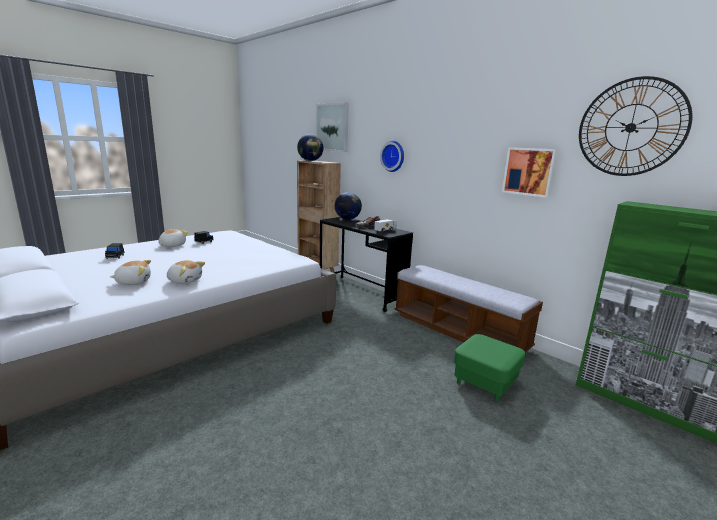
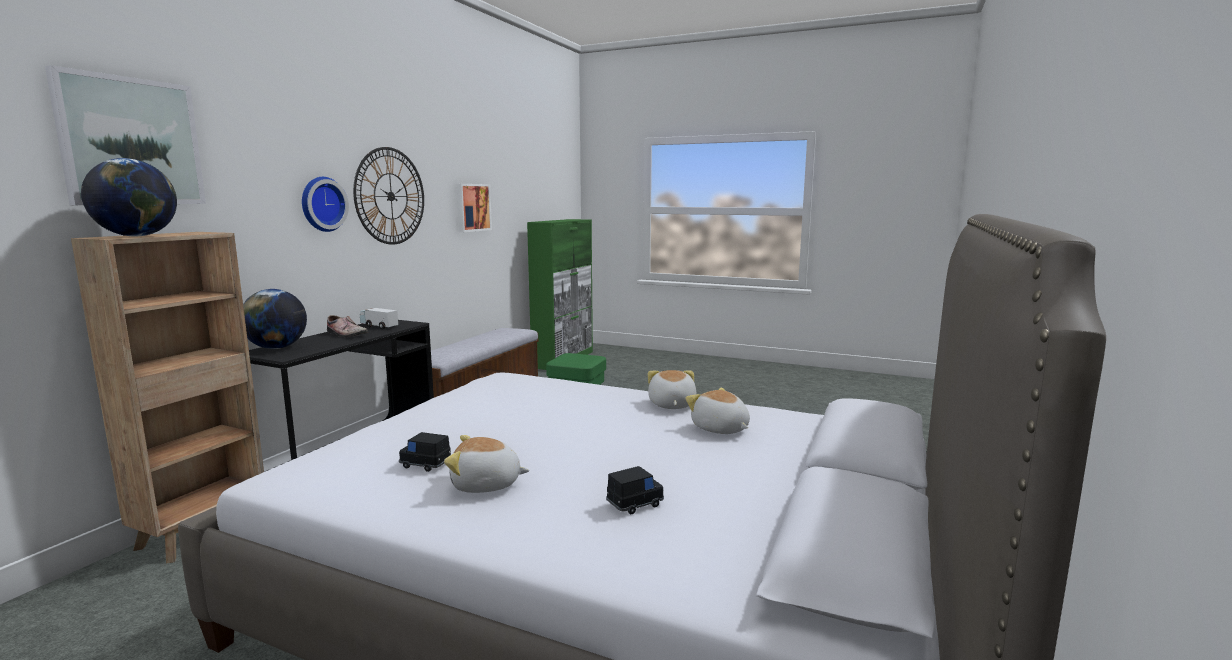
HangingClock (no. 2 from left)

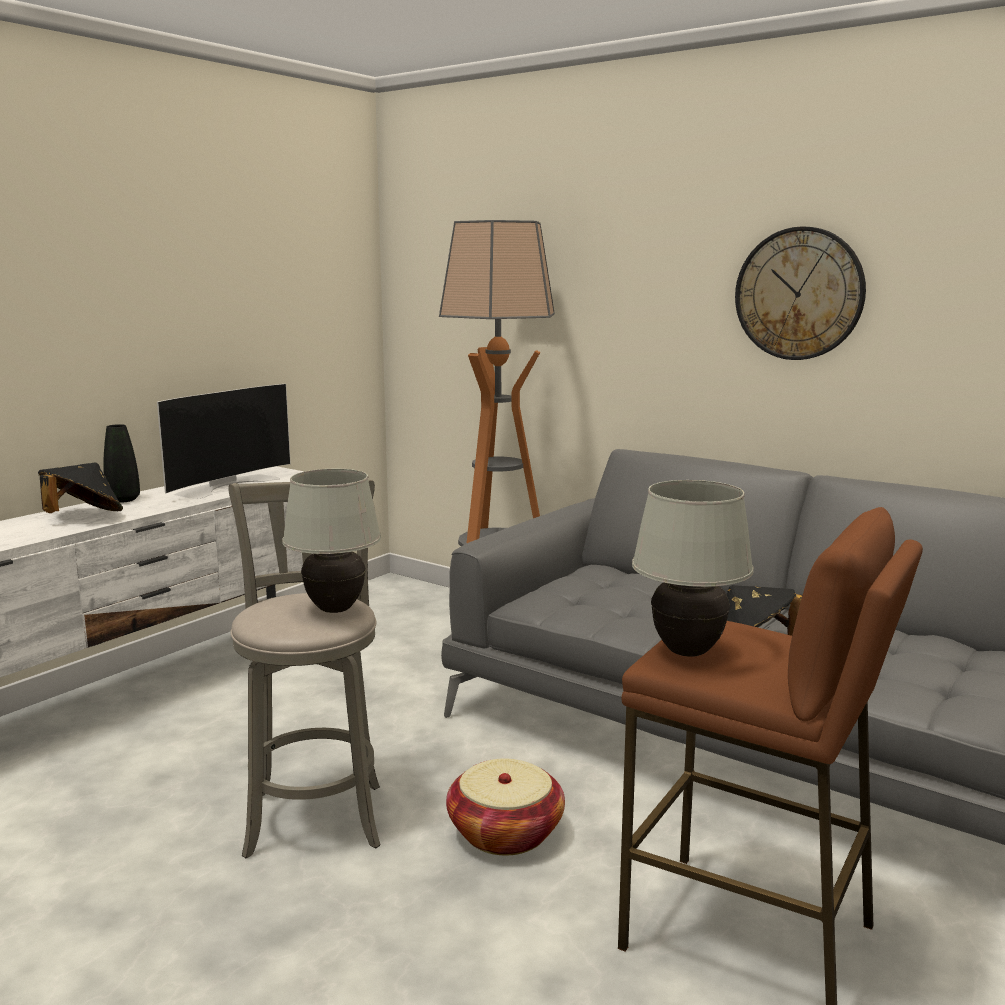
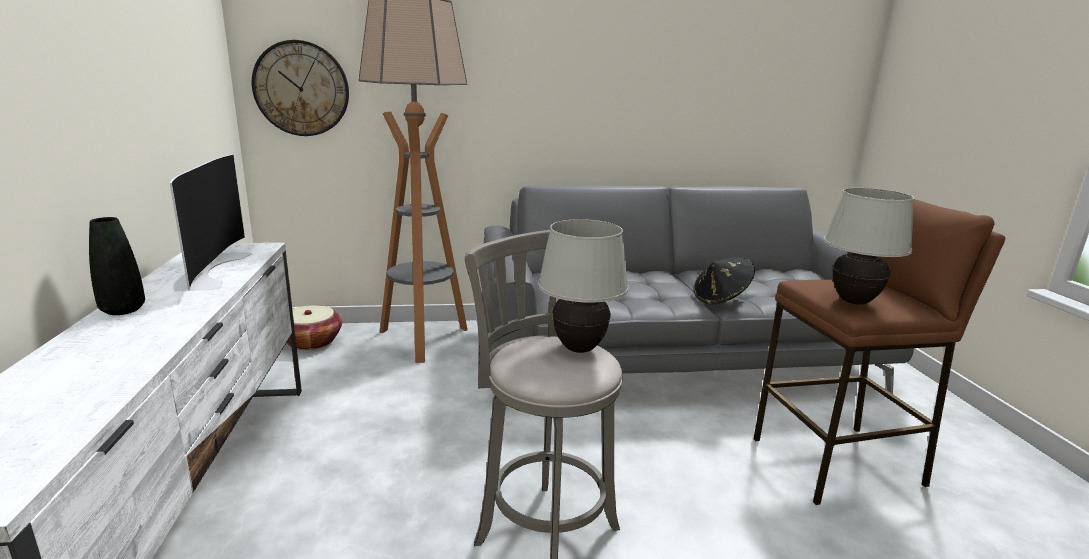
BlackColouredClothingHat (no. 1 from left in the first image); Basket; HangingClock

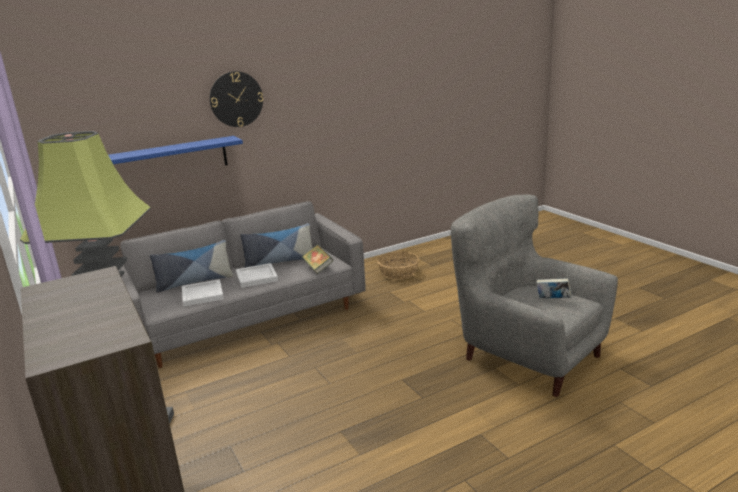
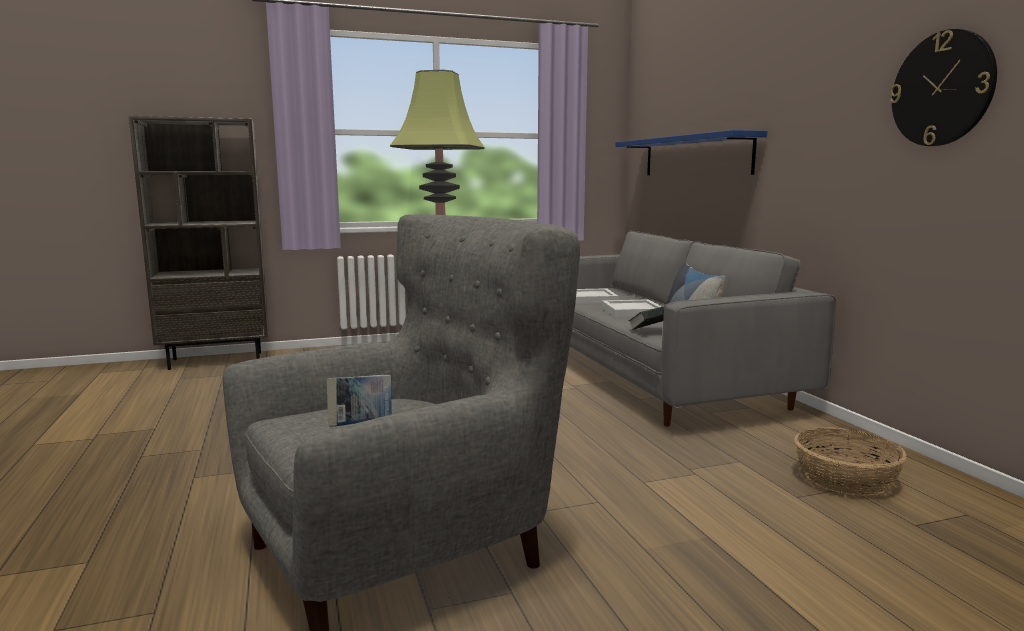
Cushion (no. 1 from left in the first image); HangingClock

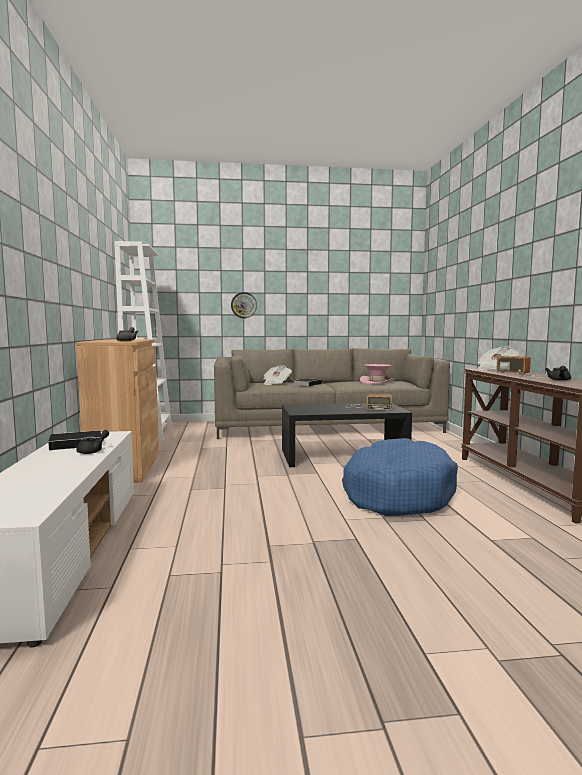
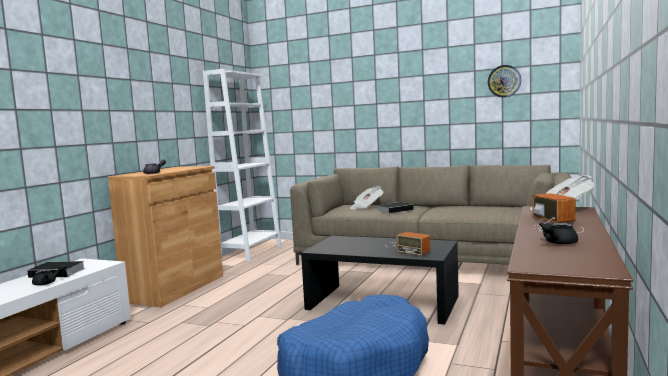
PinkClothingHat; HangingClock

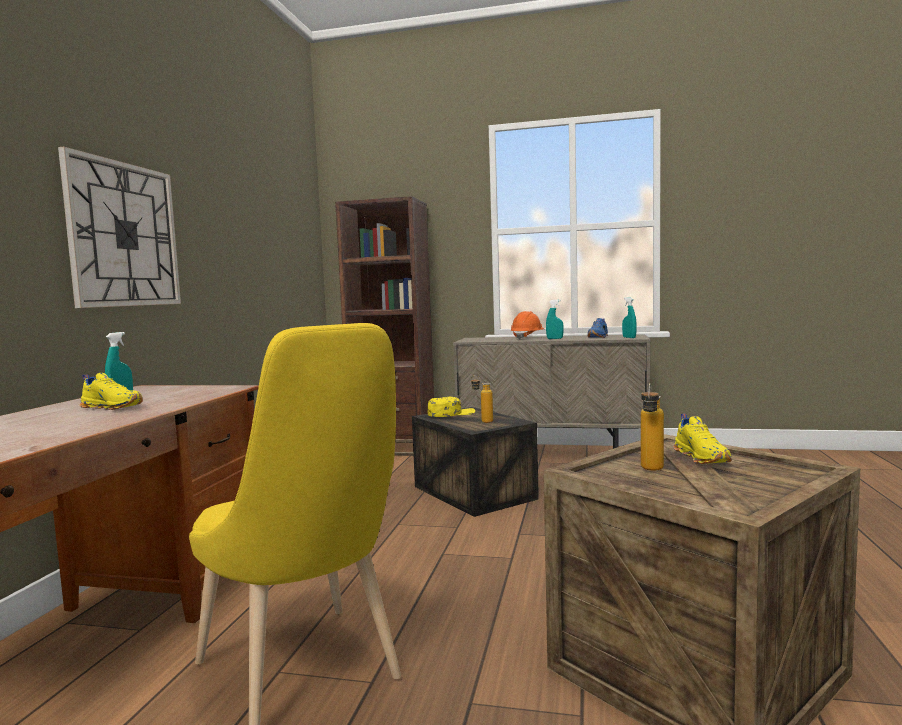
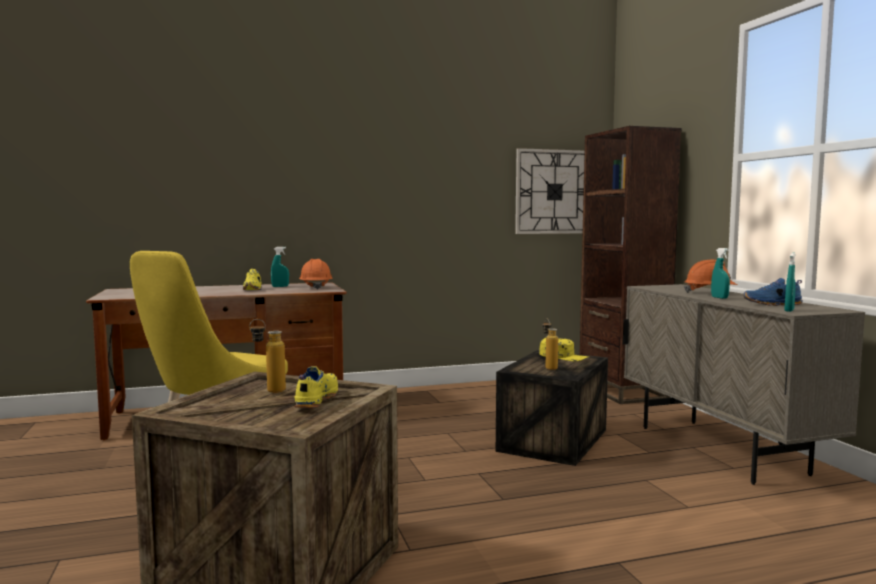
OrangeColouredWorkHelmet (no. 1 from left); HangingClock; YellowShoe (no. 2 from left)

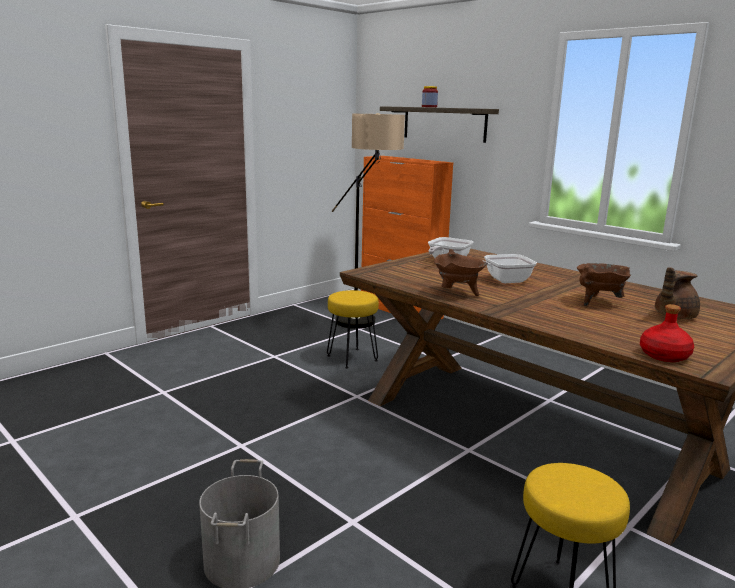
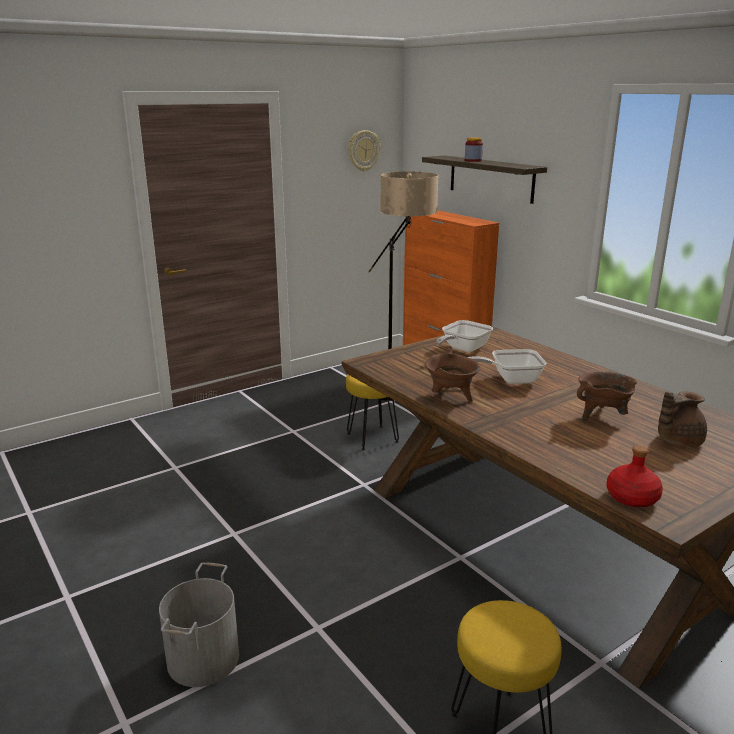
HangingClock

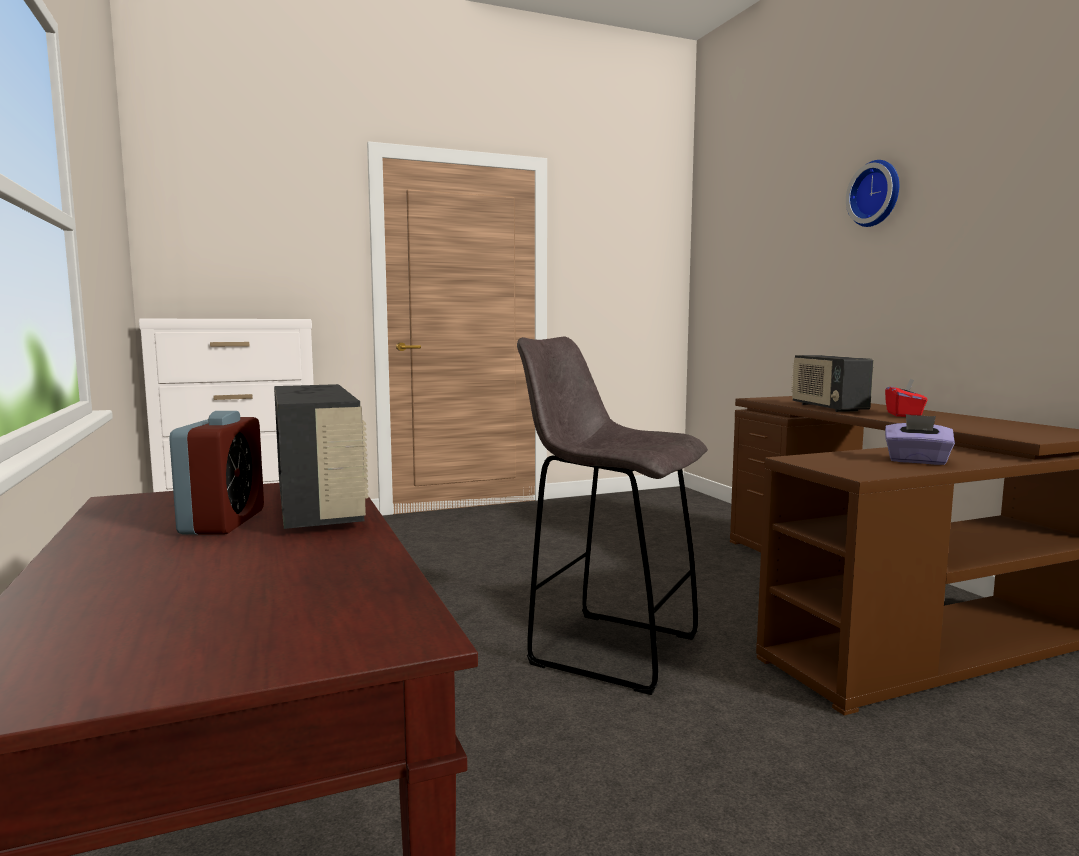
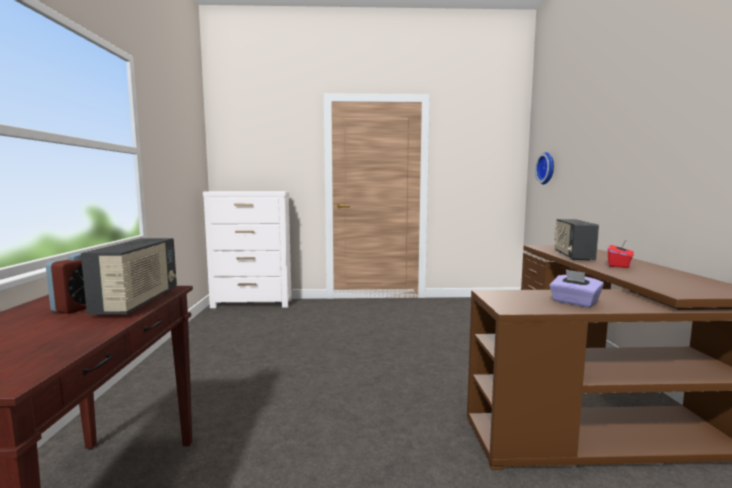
GreyStool; HangingClock

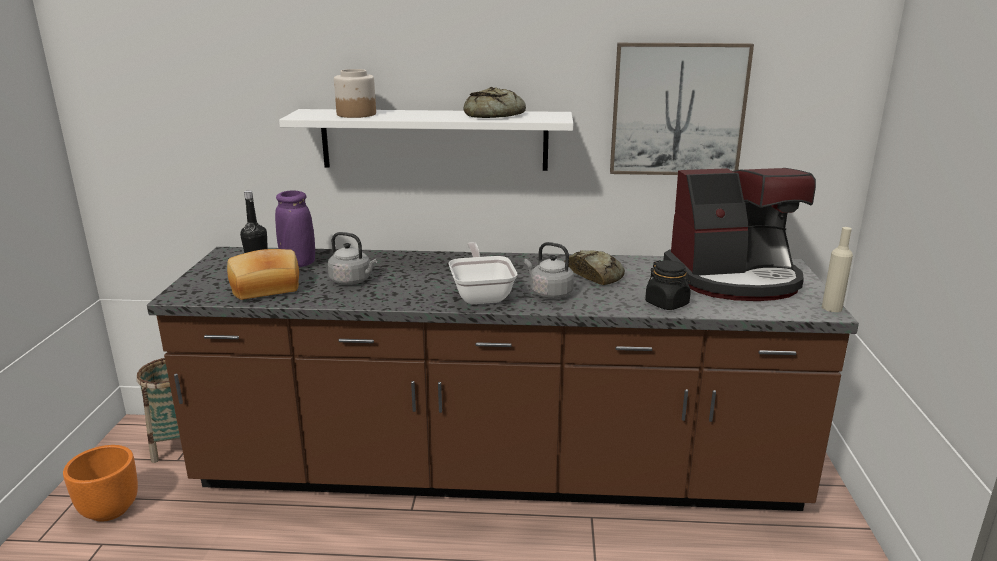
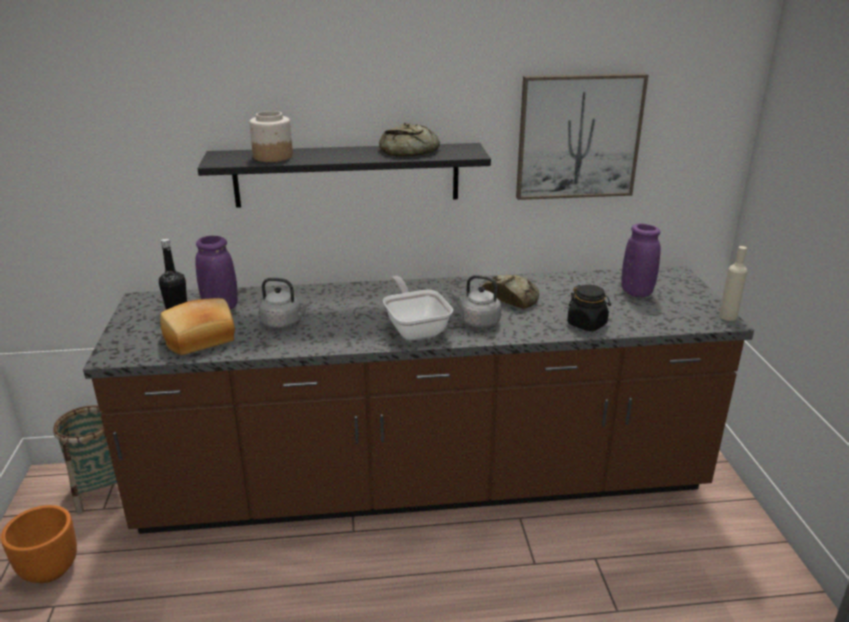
PurpleColouredDecorativeVase (no. 2 from left); BlackColouredShelf

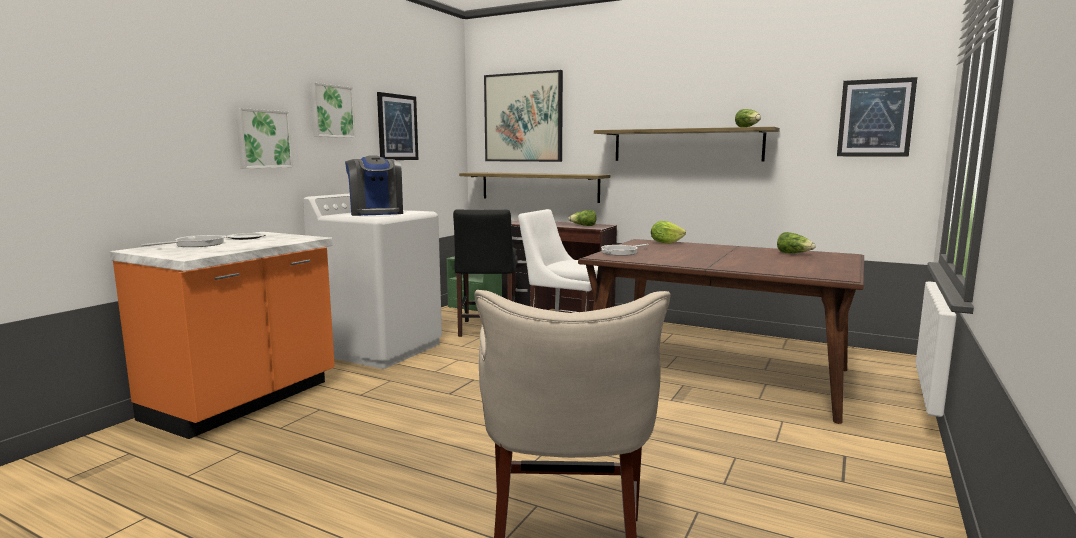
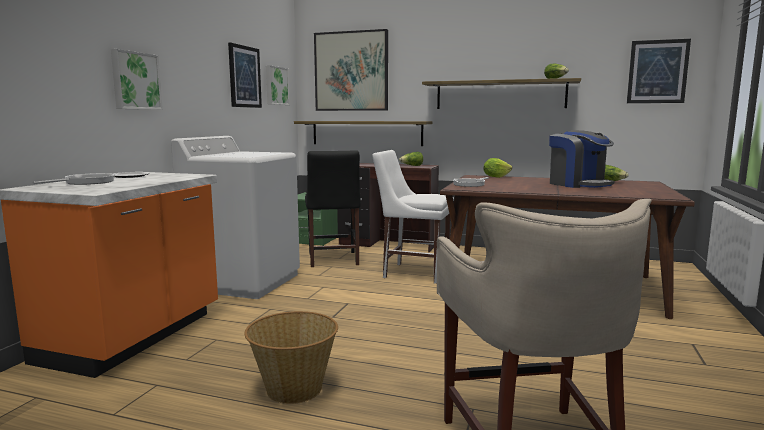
Basket; WallArt (no. 3 from left); CoffeeMaker

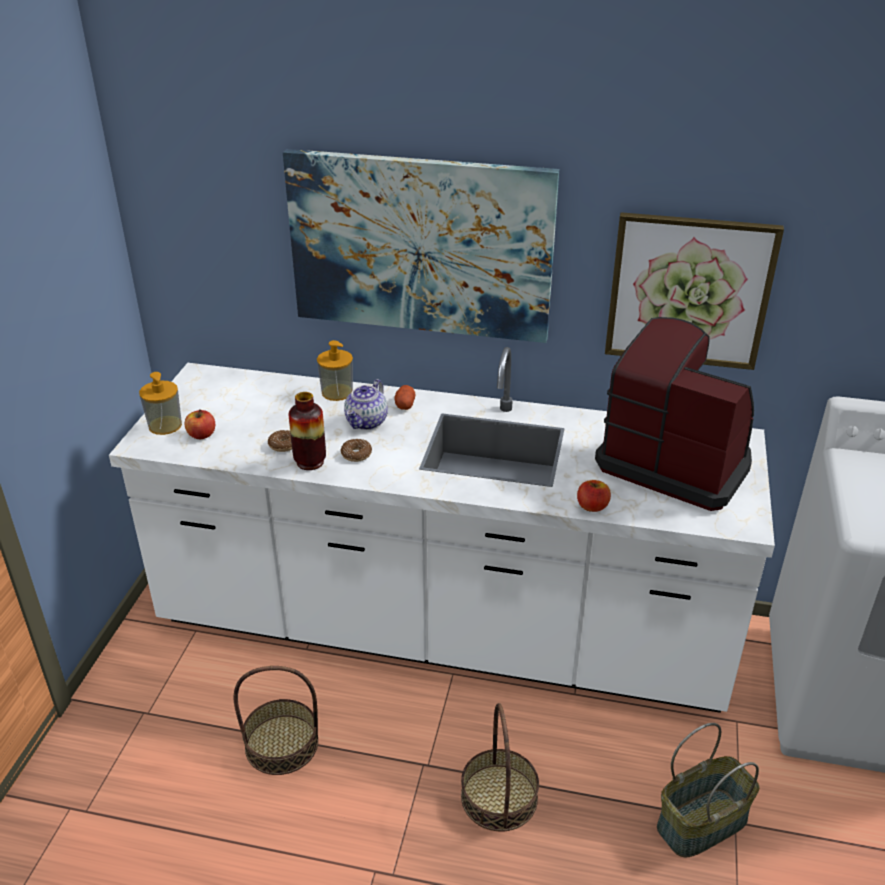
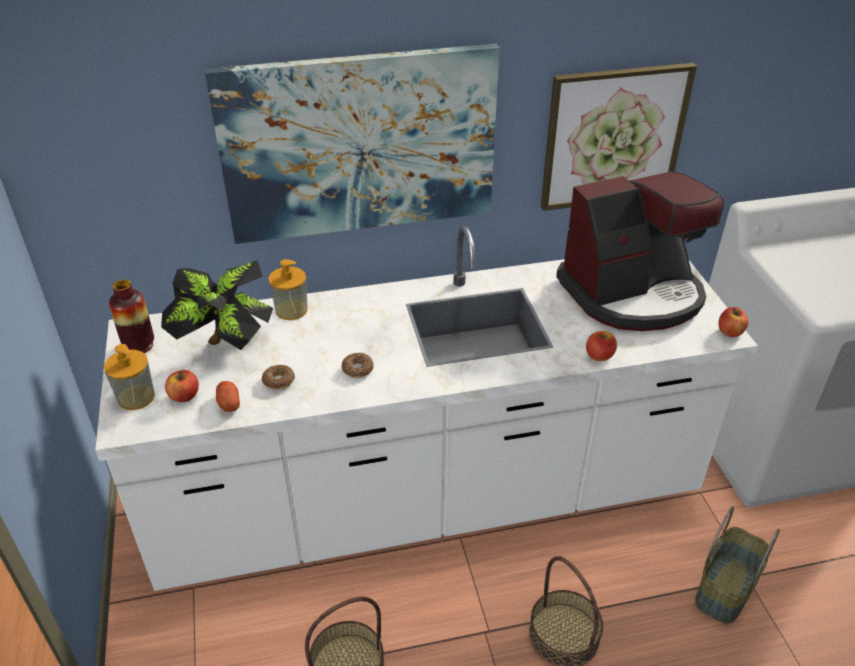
PotForTea; PlantInAPot; AppleFruit (no. 3 from left); DecorativeVase; Spud; CoffeeMaker

